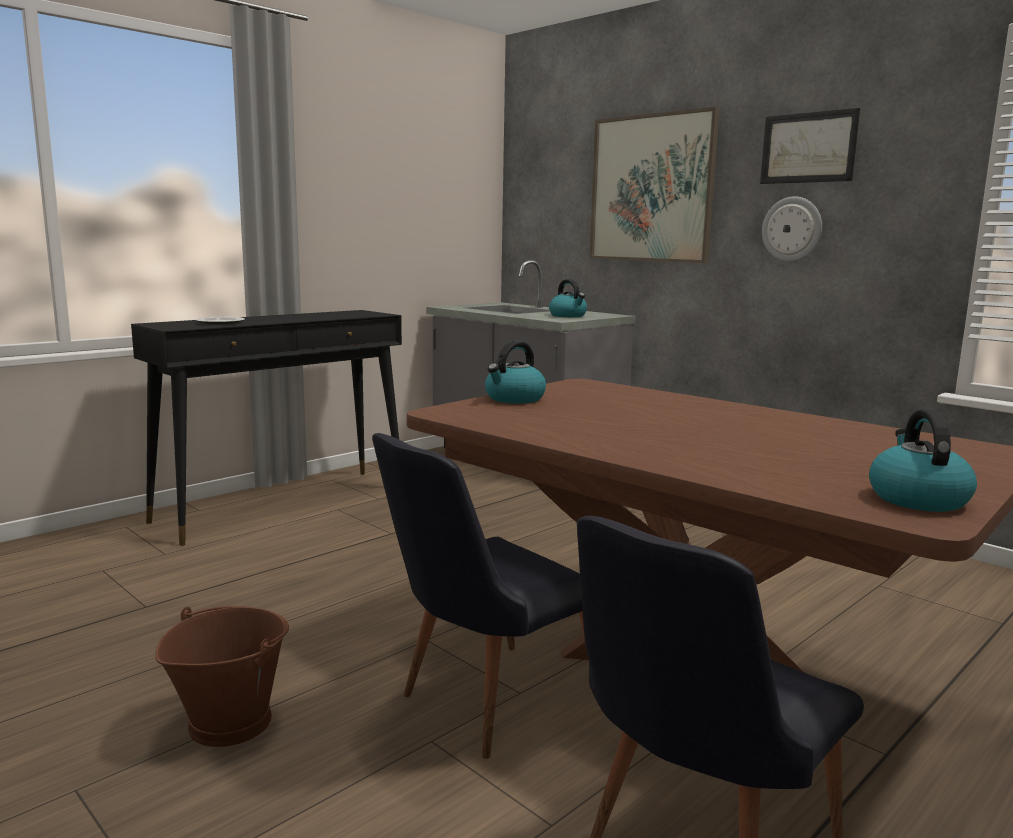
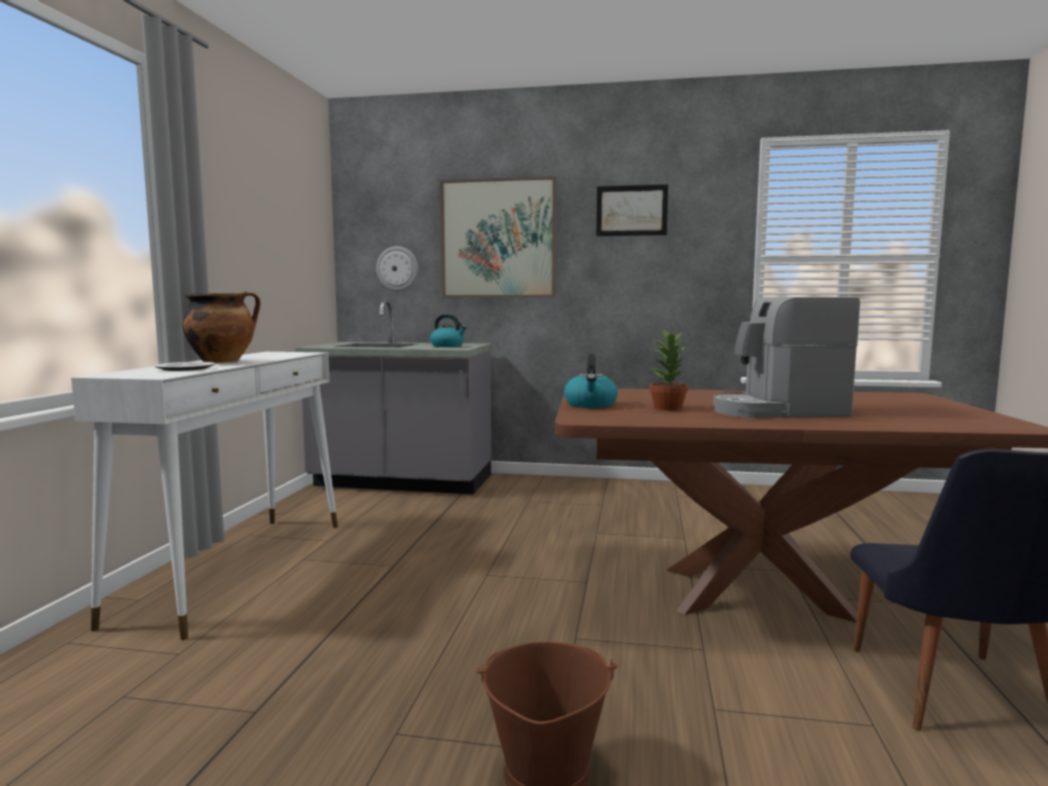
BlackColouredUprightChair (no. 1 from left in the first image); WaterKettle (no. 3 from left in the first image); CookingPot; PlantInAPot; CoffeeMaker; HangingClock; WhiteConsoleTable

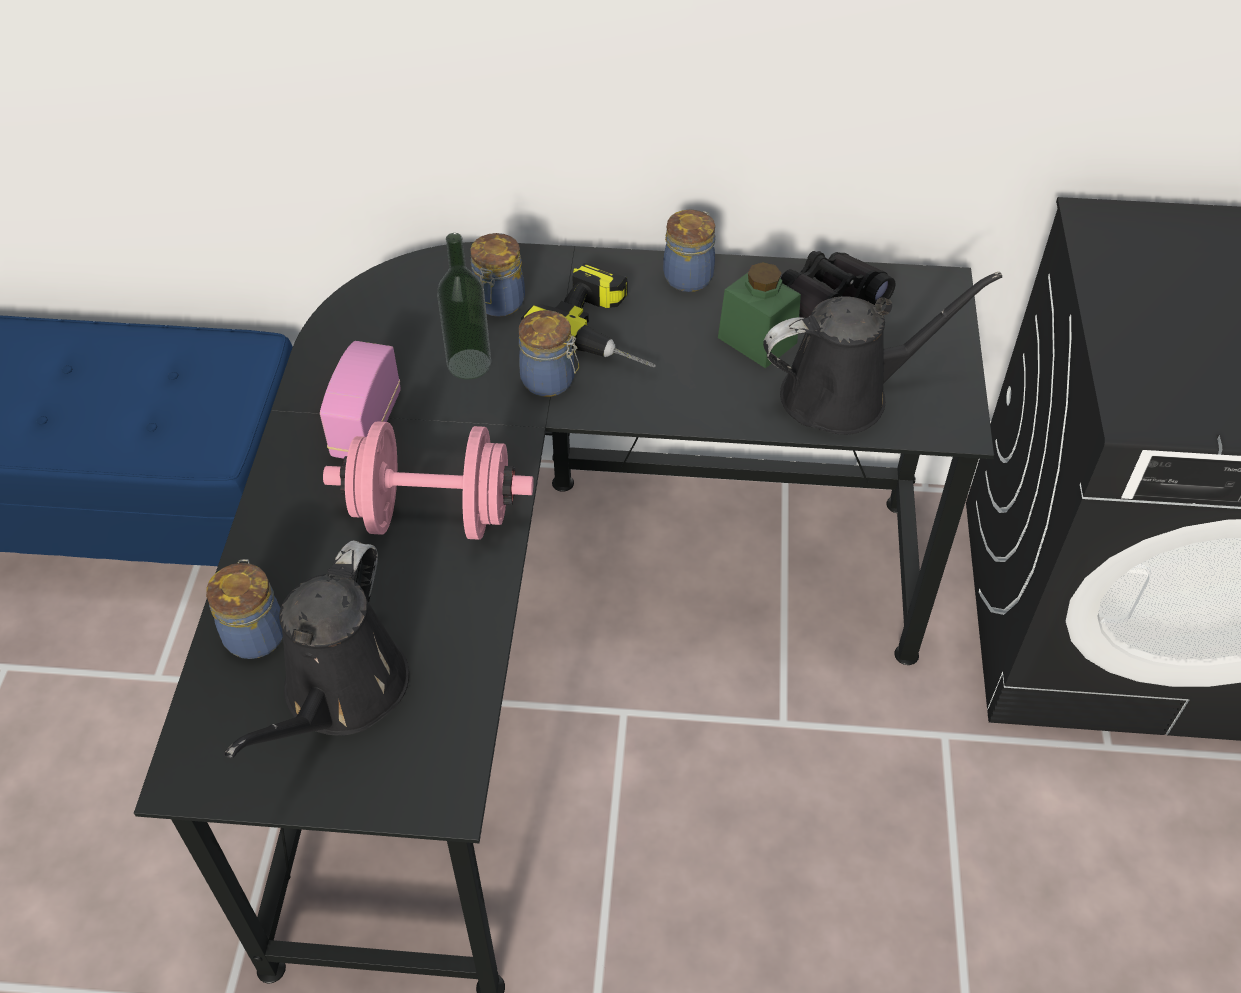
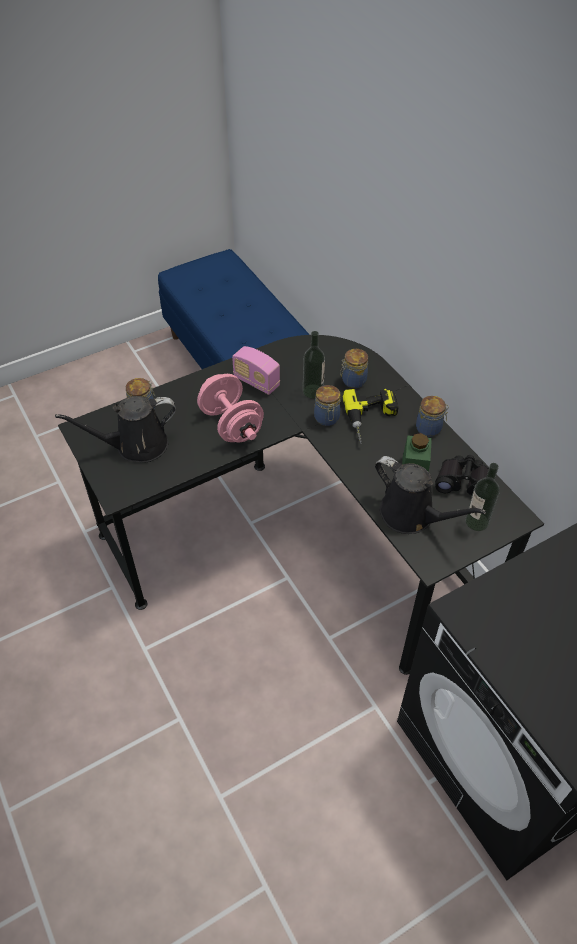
Bottle (no. 2 from left); RadioSet

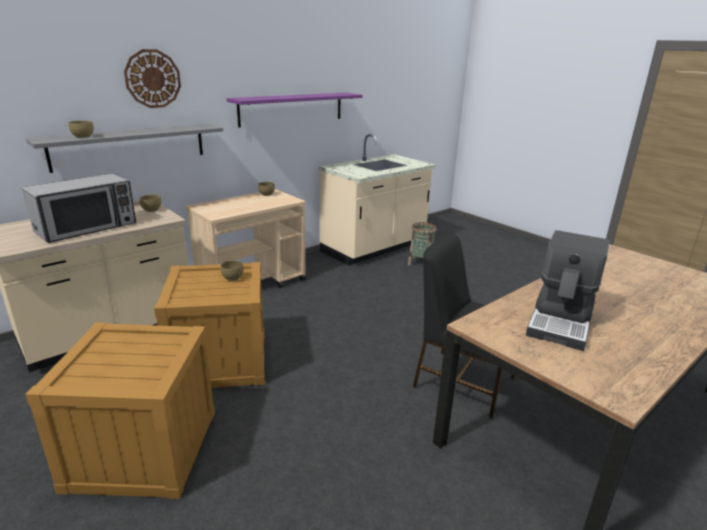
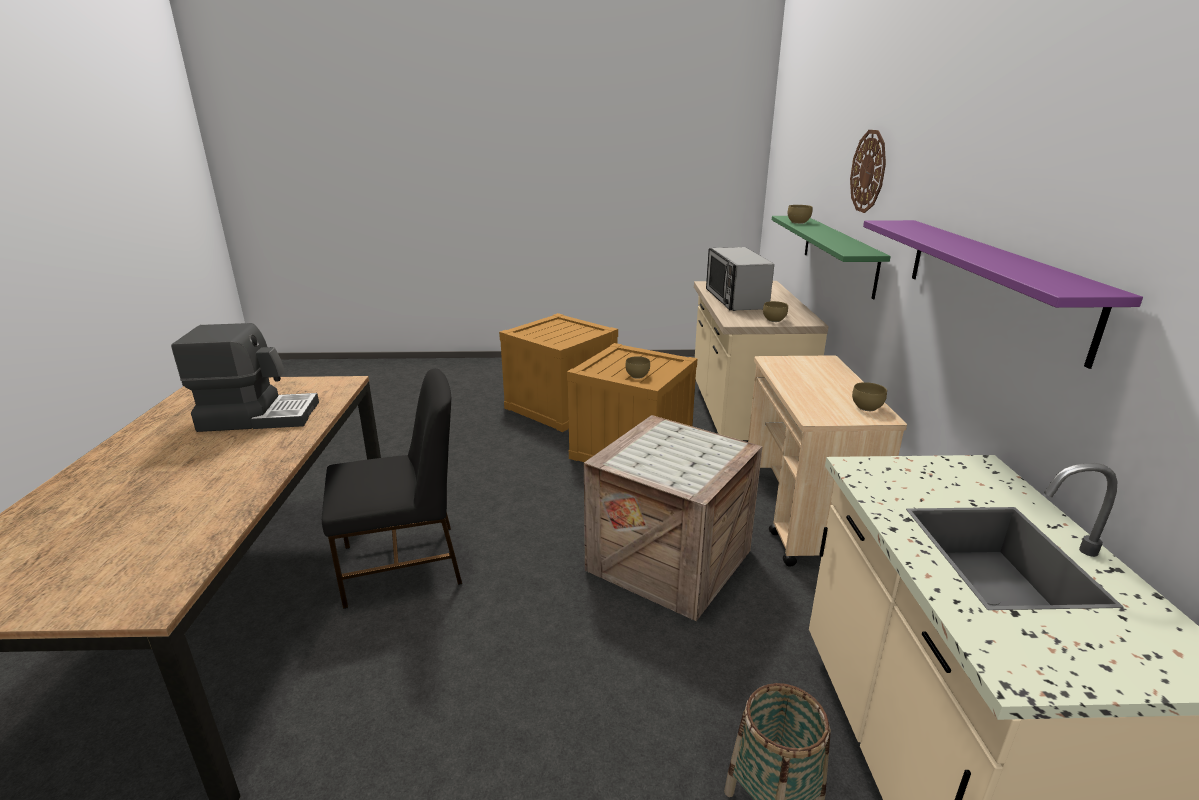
ShippingCrate (no. 3 from left); GreenShelf; CoffeeMaker

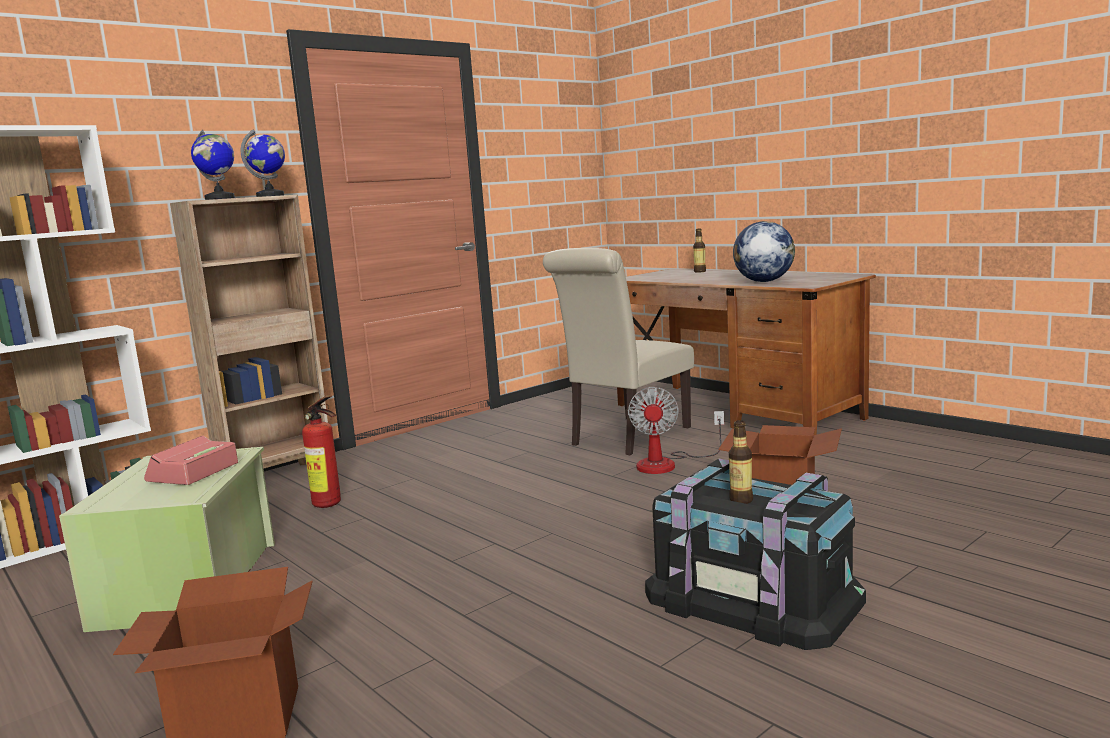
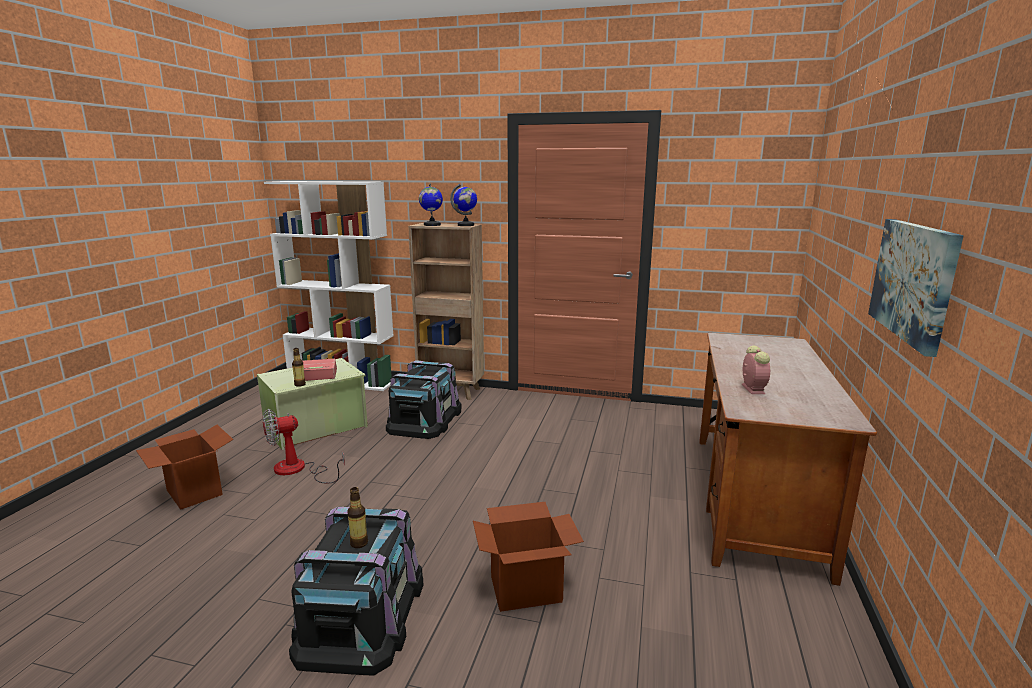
BeigeUprightChair; WallArt; ElectricFan; Bottle (no. 1 from left); BlackColouredStorageBox (no. 2 from left); TableClock (no. 2 from left)

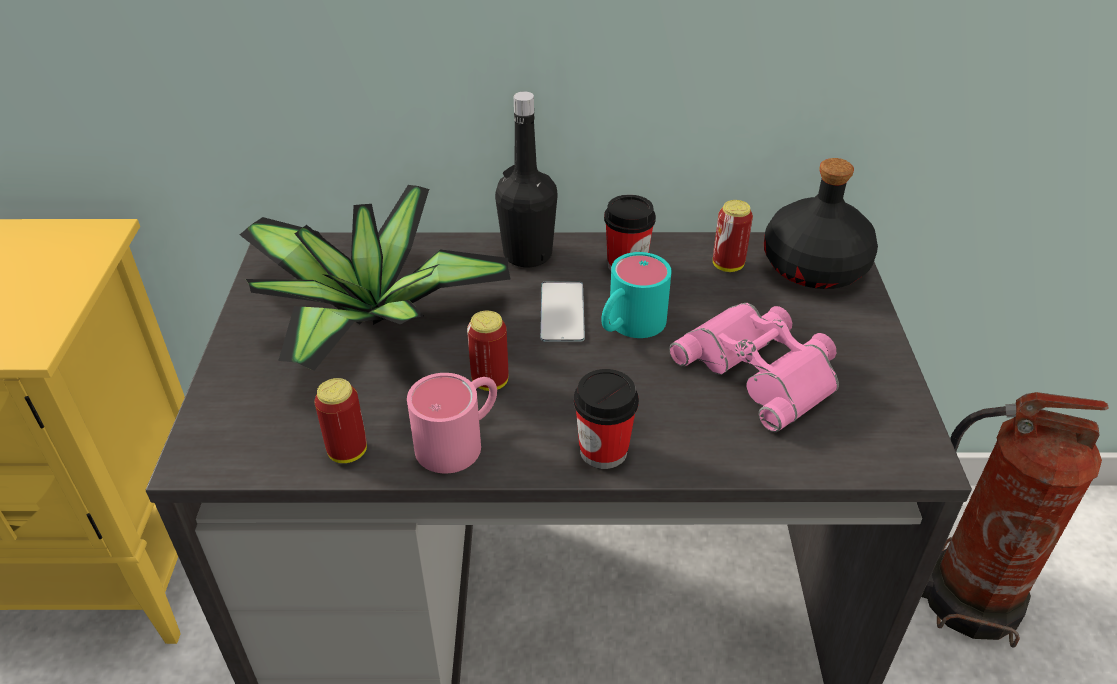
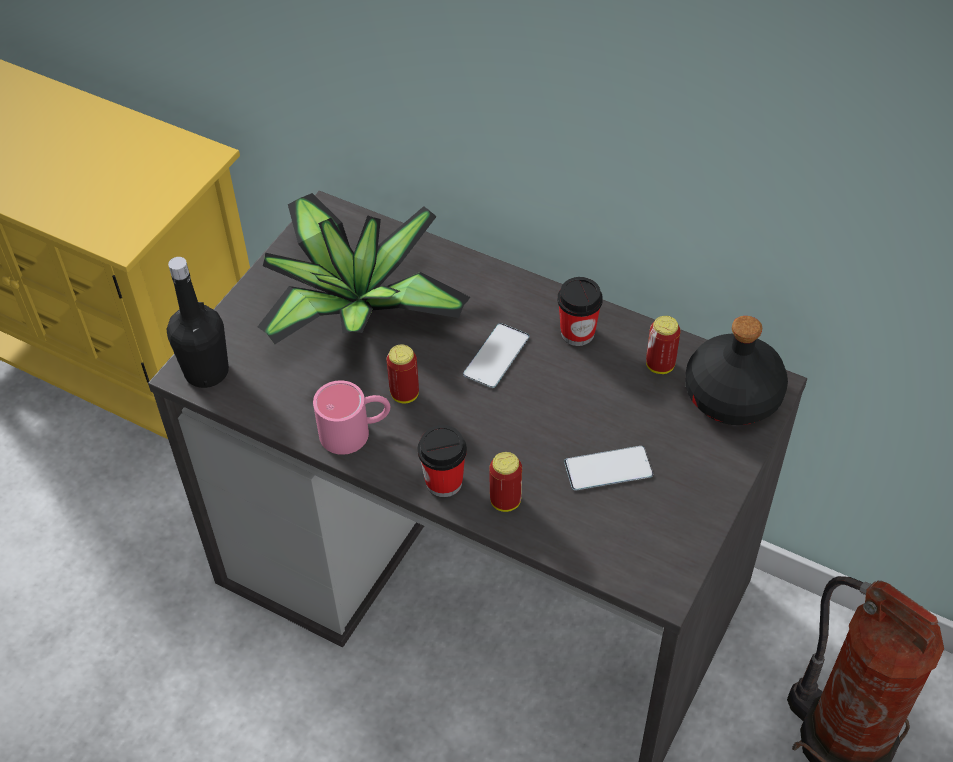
TurquoiseColouredMug; Can (no. 2 from left); BlackColouredBottle (no. 1 from left); Telephone (no. 2 from left)

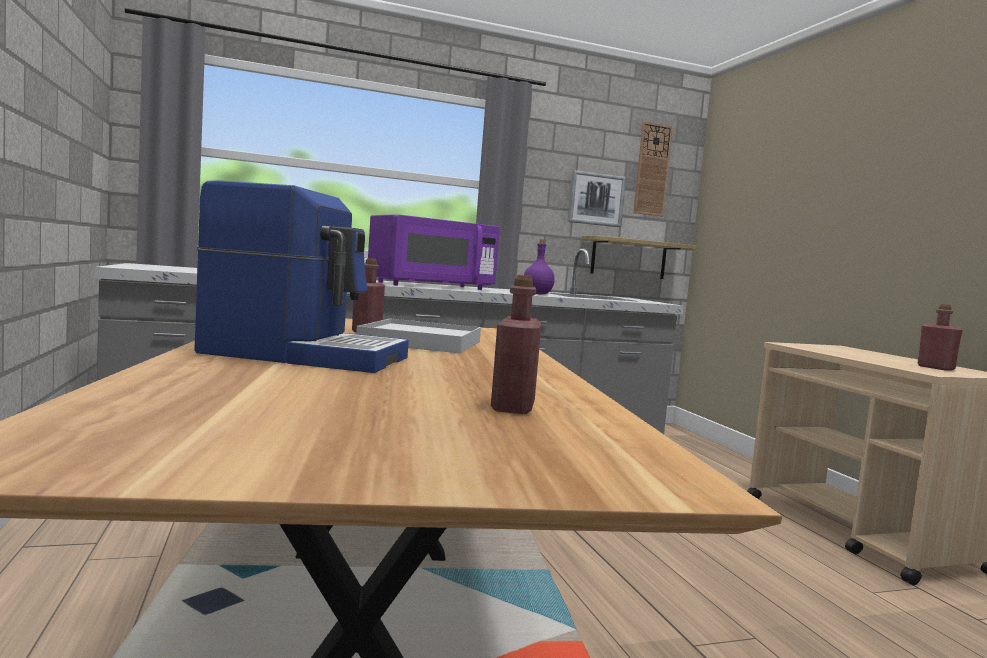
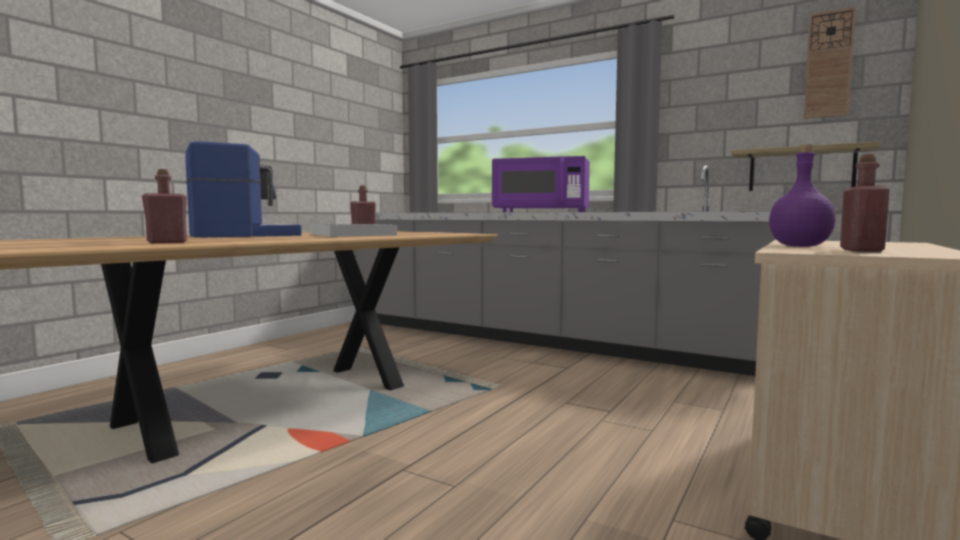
WallArt; PurpleColouredBottle; CoffeeMaker

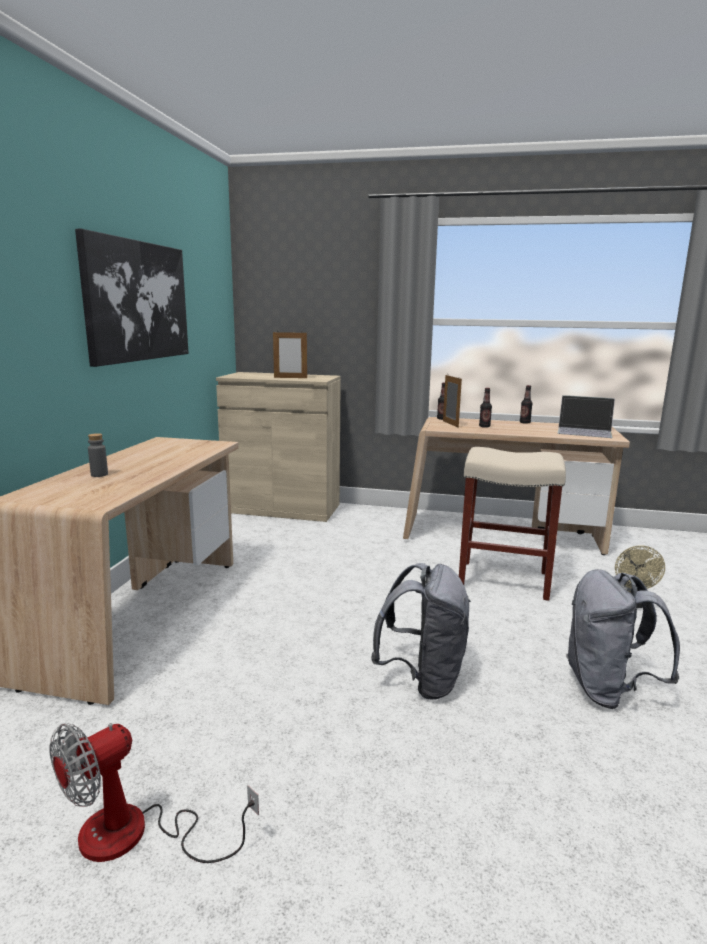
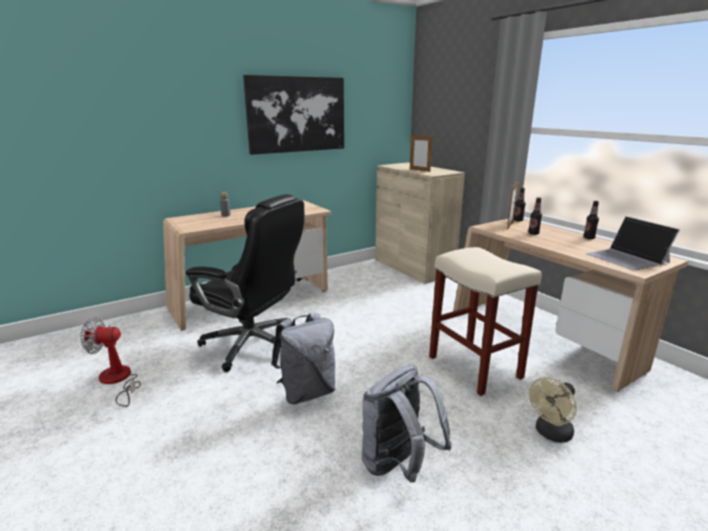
BlackColouredDeskChair

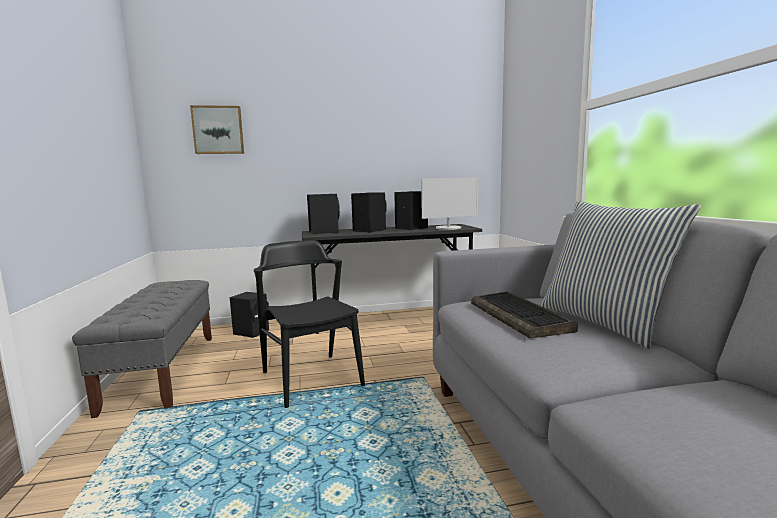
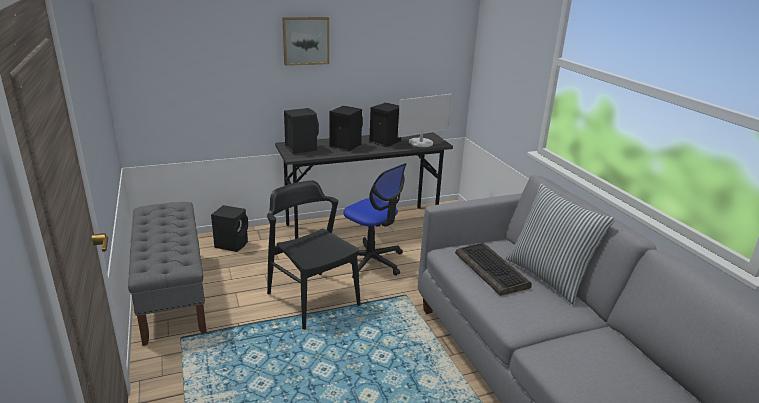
DeskChair; WallArt

